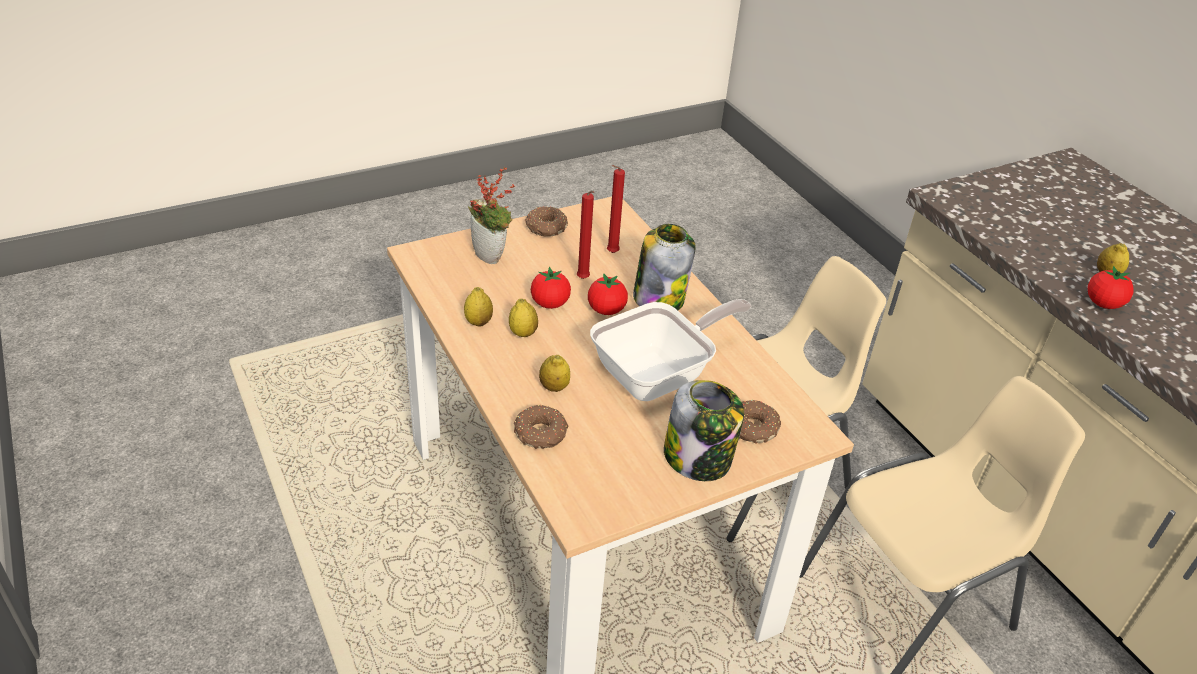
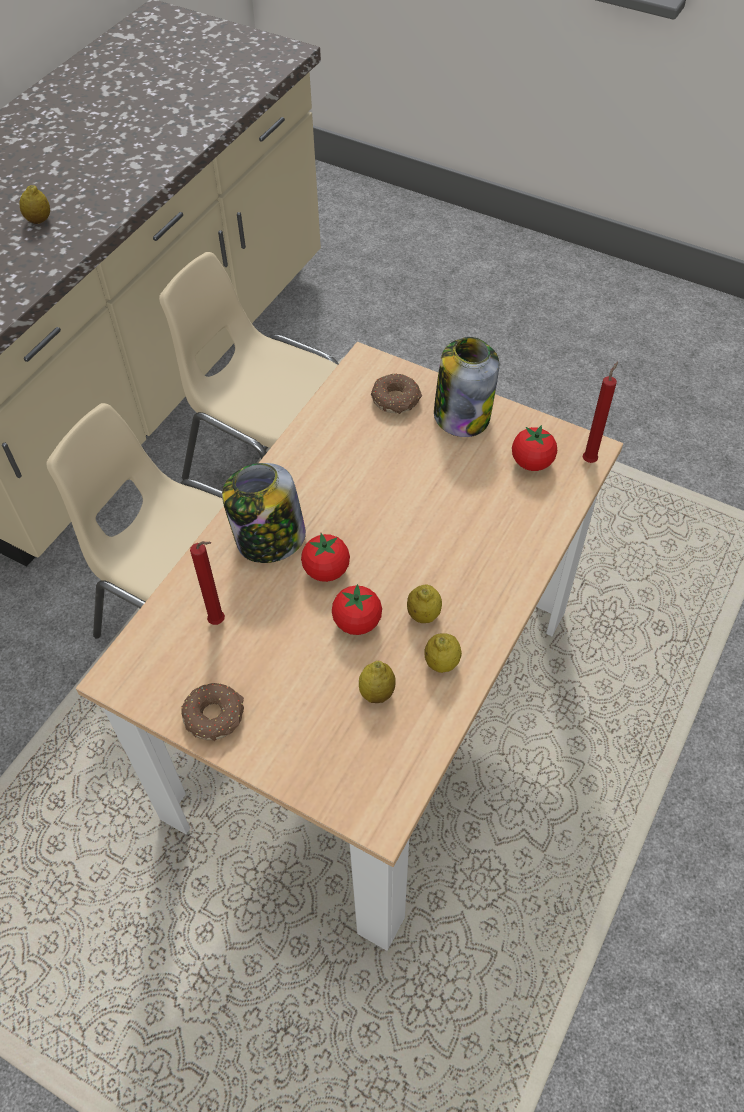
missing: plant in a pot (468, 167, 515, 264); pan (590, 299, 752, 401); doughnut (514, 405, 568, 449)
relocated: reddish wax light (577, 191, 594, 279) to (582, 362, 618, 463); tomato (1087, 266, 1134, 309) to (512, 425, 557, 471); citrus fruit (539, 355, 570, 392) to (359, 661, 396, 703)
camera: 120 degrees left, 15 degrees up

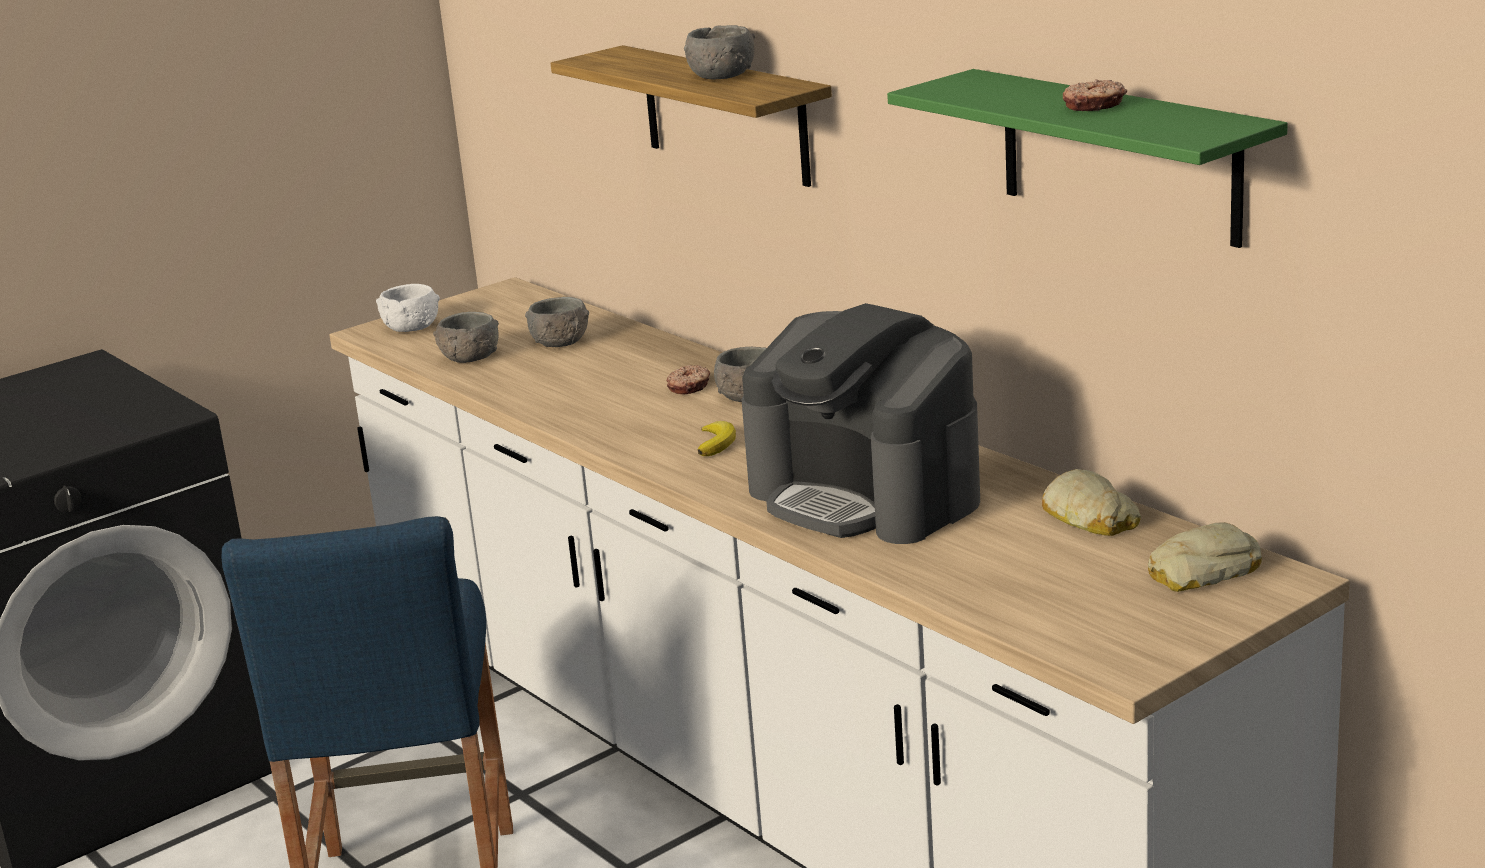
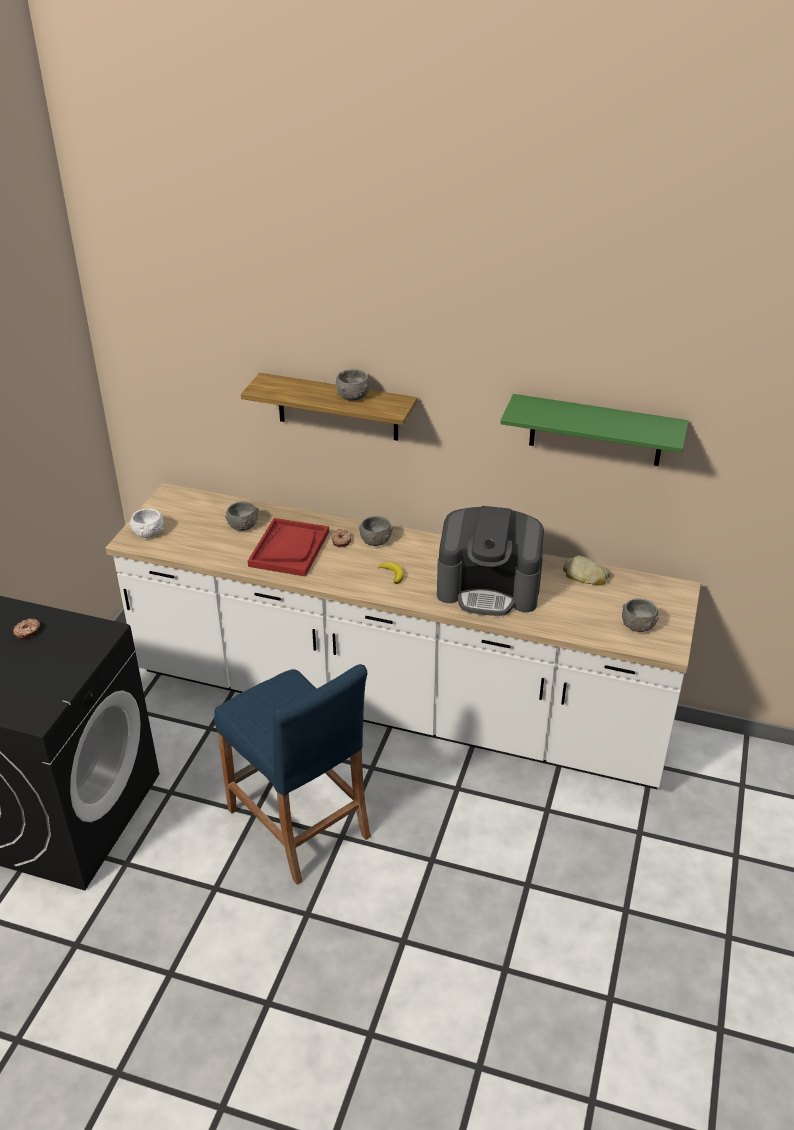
missing: baked bread (1147, 522, 1262, 592)
appeared: reddish serving tray (248, 518, 329, 577)
relocated: doughnut (1063, 79, 1127, 111) to (13, 618, 40, 639); gray deep dish (433, 312, 499, 363) to (622, 598, 659, 632)
camera: 35 degrees left, 15 degrees up

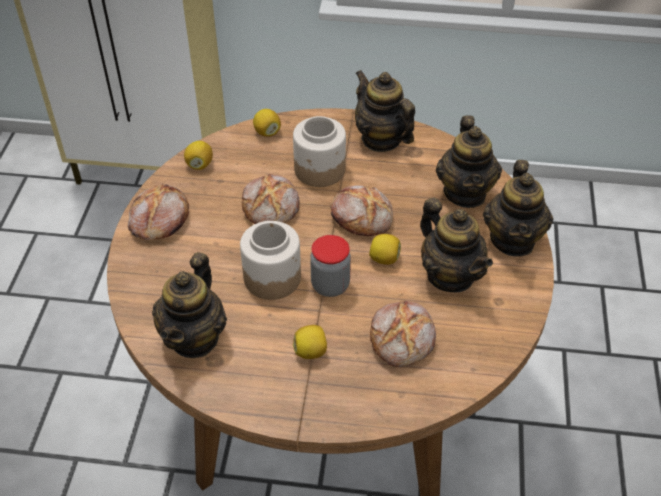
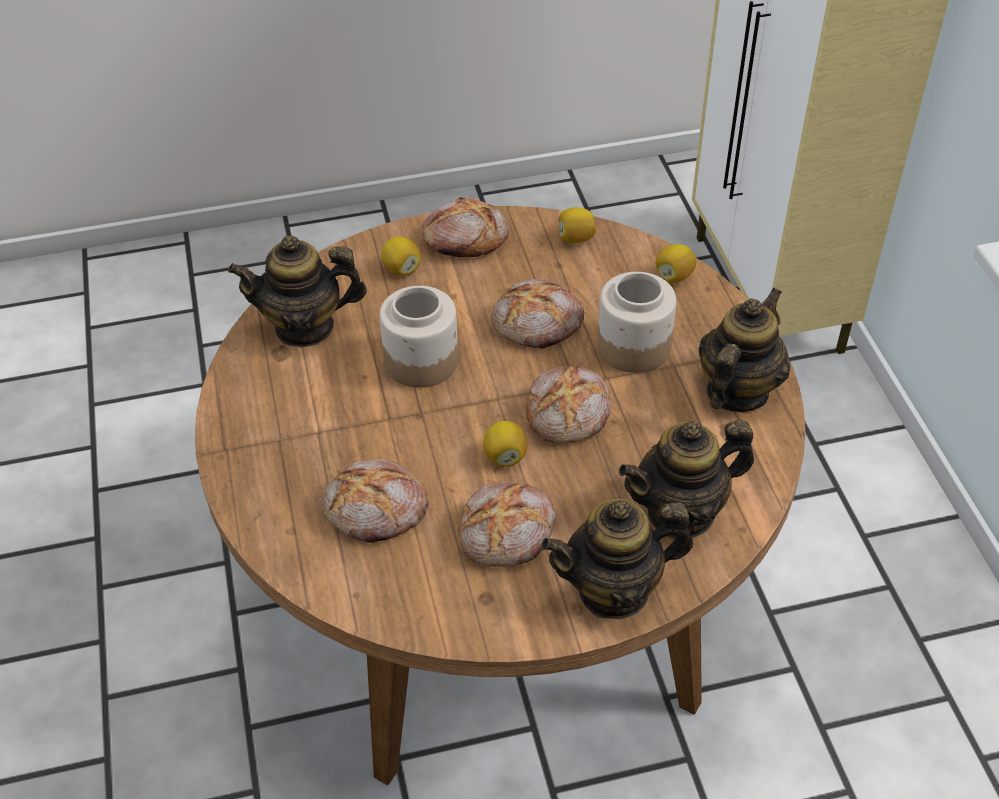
missing: jar (310, 235, 351, 297)
relocated: citrus fruit (293, 325, 327, 359) to (381, 236, 421, 276)
exchanged: tea pot (420, 197, 493, 292) to baked bread (458, 481, 556, 567)
camera: 70 degrees right, 0 degrees up

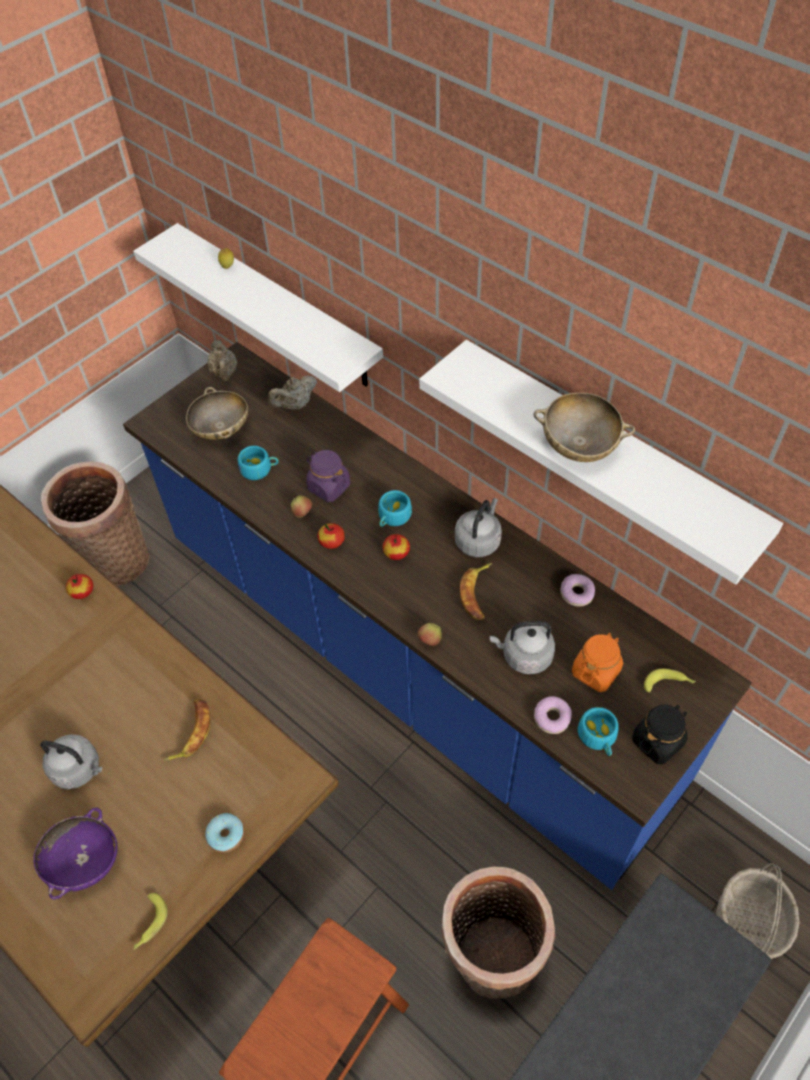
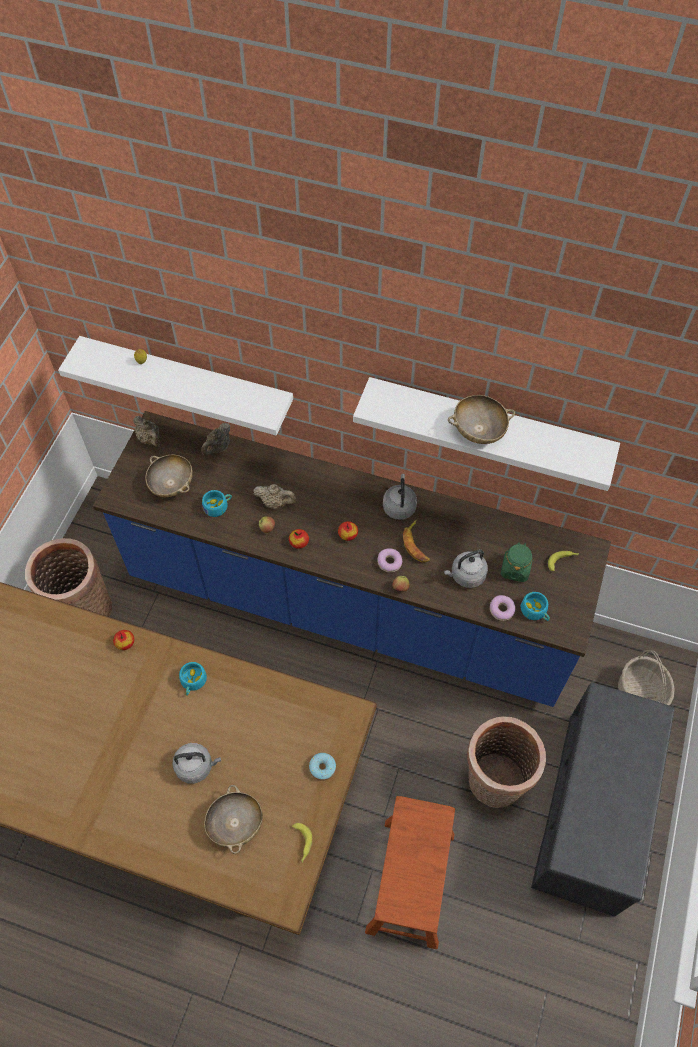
missing: banana (164, 699, 211, 761); blackish jar (632, 705, 688, 764)
relocated: turquoise-coloured drinking cup (378, 490, 412, 527) to (179, 662, 207, 695); doughnut (560, 574, 595, 606) to (377, 548, 402, 572)
exchanged: purple jar (306, 450, 350, 502) to beige tea pot (253, 484, 297, 509)
colour: orange jar (572, 633, 623, 692) to green-coloured jar (501, 542, 533, 582); purple deep dish (33, 807, 118, 899) to beige deep dish (204, 785, 263, 854)
camera: 25 degrees left, 5 degrees up

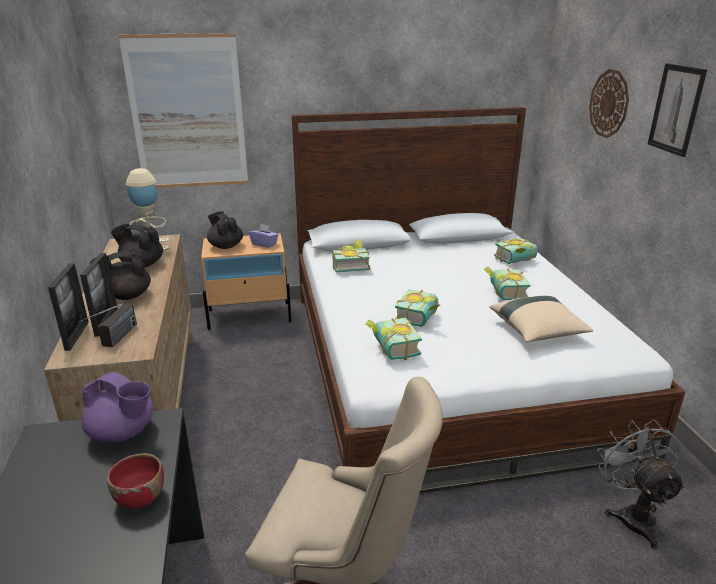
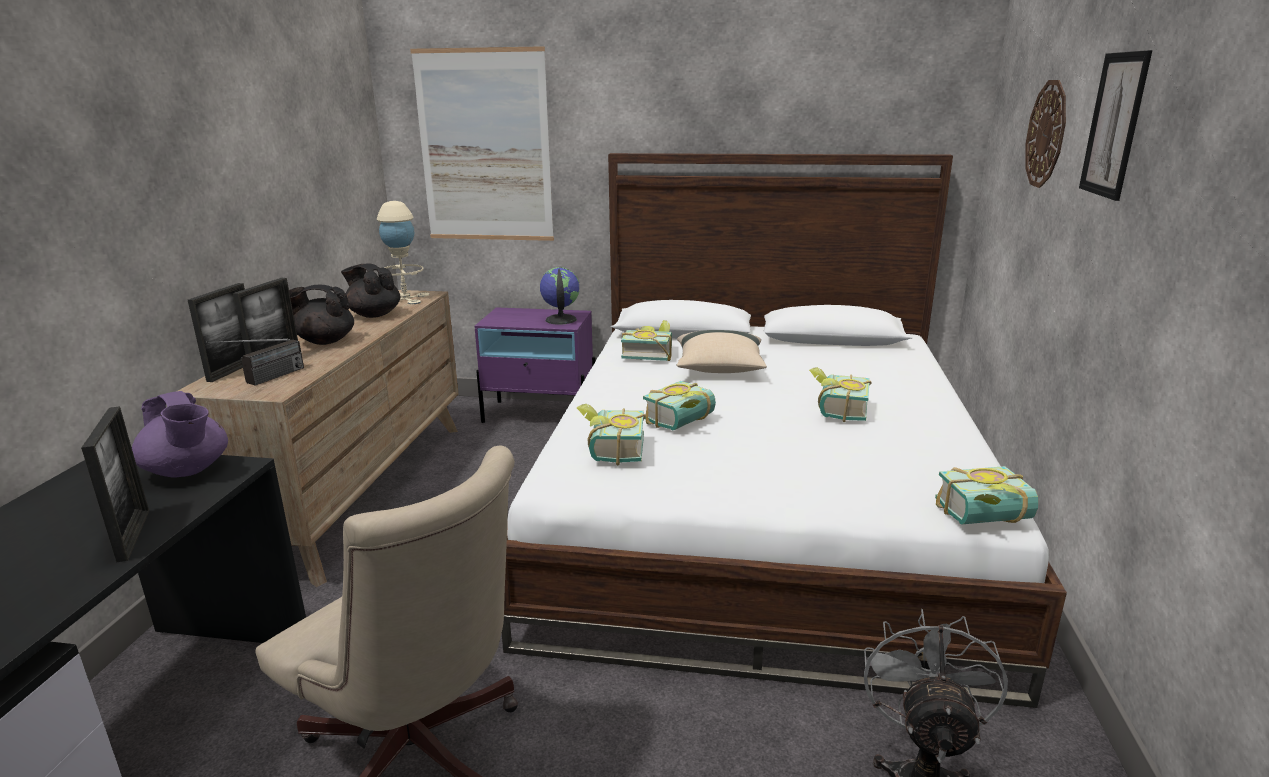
missing: blackish tea pot (207, 211, 243, 249)
relocated: bound book (494, 238, 537, 264) to (935, 466, 1038, 524); beige cushion (490, 295, 593, 342) to (677, 330, 767, 373)
exchanged: purple box of tissues (249, 224, 278, 248) to desk globe (540, 267, 579, 325); reddish deep dish (107, 453, 164, 509) to standing frame (81, 406, 149, 563)
colour: beige nightstand (201, 233, 291, 330) to purple nightstand (475, 307, 595, 423)
camera: 20 degrees right, 5 degrees down

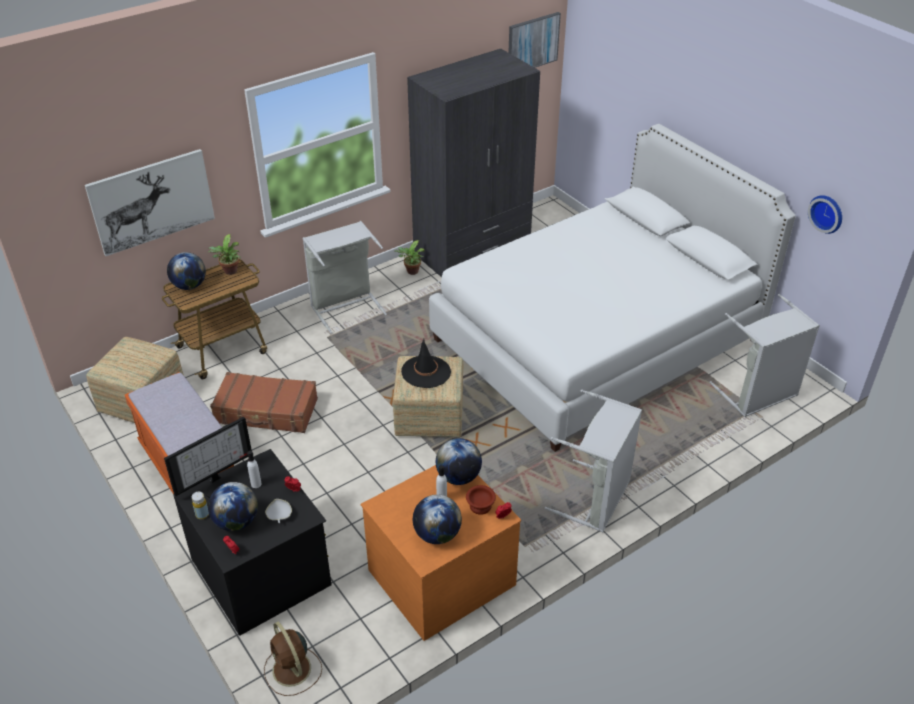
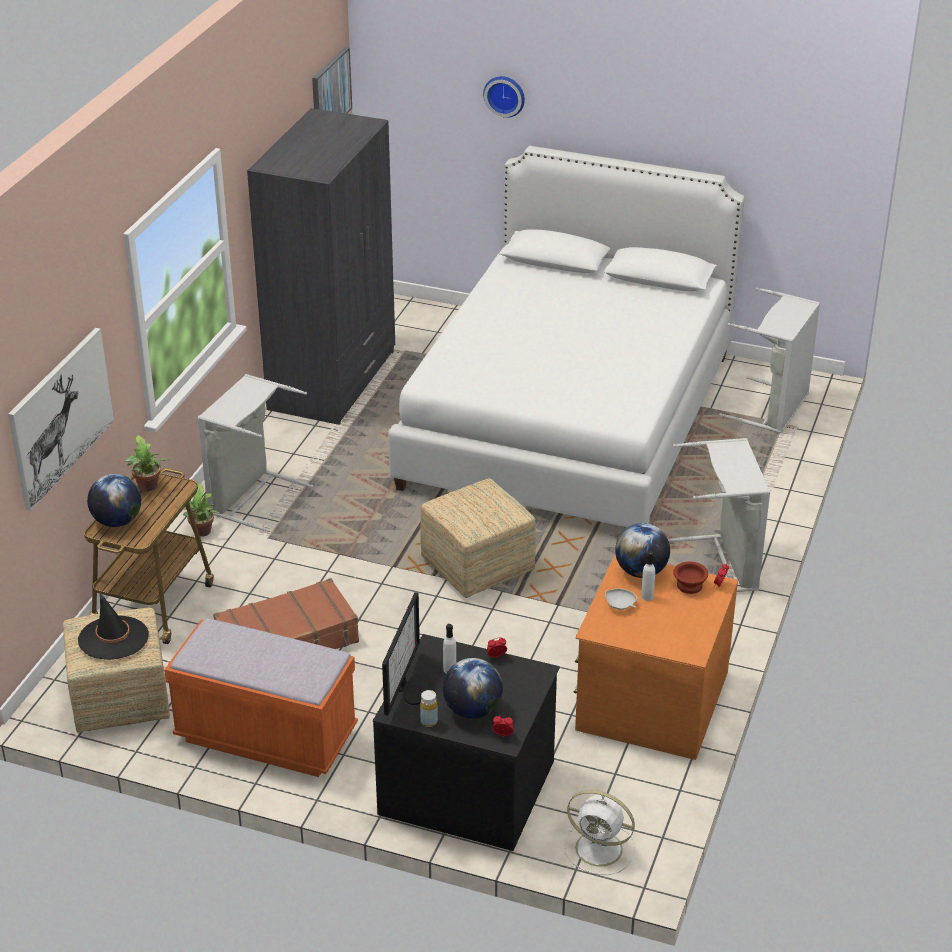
missing: desk globe (413, 494, 462, 544)
relocated: clock on the wall (808, 196, 842, 234) to (483, 76, 525, 118); plant in a pot (395, 240, 424, 275) to (183, 484, 220, 537); blackish clothing hat (401, 339, 451, 388) to (78, 593, 149, 660); white-coloured deep dish (265, 499, 292, 523) to (605, 588, 637, 610)
colour: brown cooling fan (264, 622, 322, 696) to white-coloured cooling fan (565, 790, 635, 875)
camera: 35 degrees left, 5 degrees down

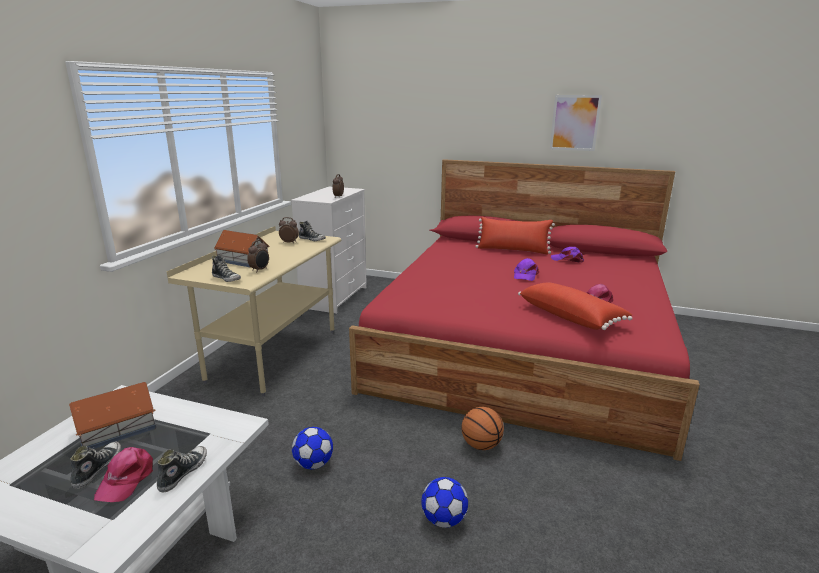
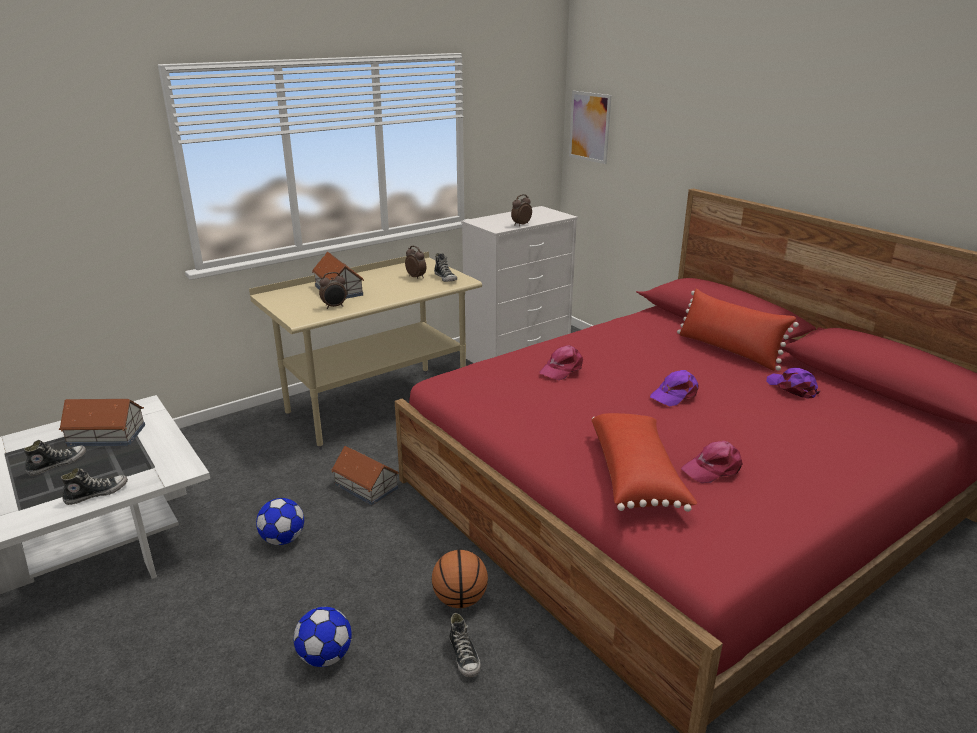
appeared: miniature house (331, 446, 399, 505)
relocated: picture (550, 95, 602, 151) to (569, 91, 611, 164); shoe (212, 255, 241, 282) to (449, 613, 481, 677); pink peaked cap (94, 447, 153, 502) to (539, 345, 583, 380)
camera: 35 degrees right, 5 degrees up

